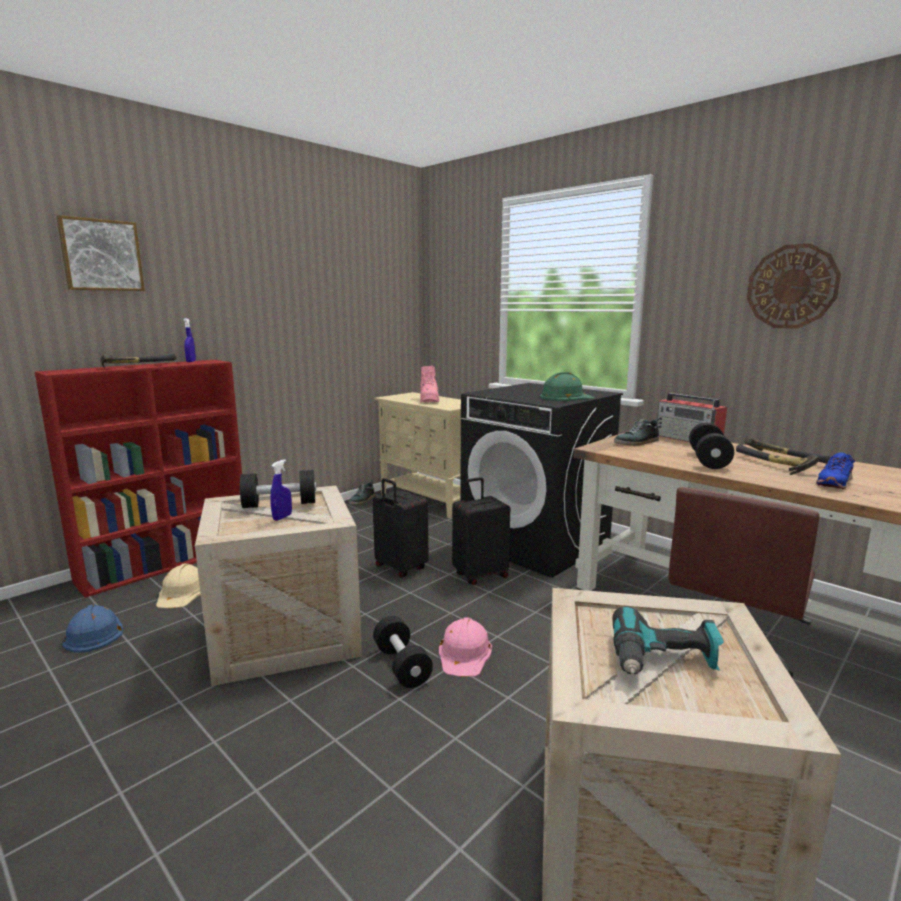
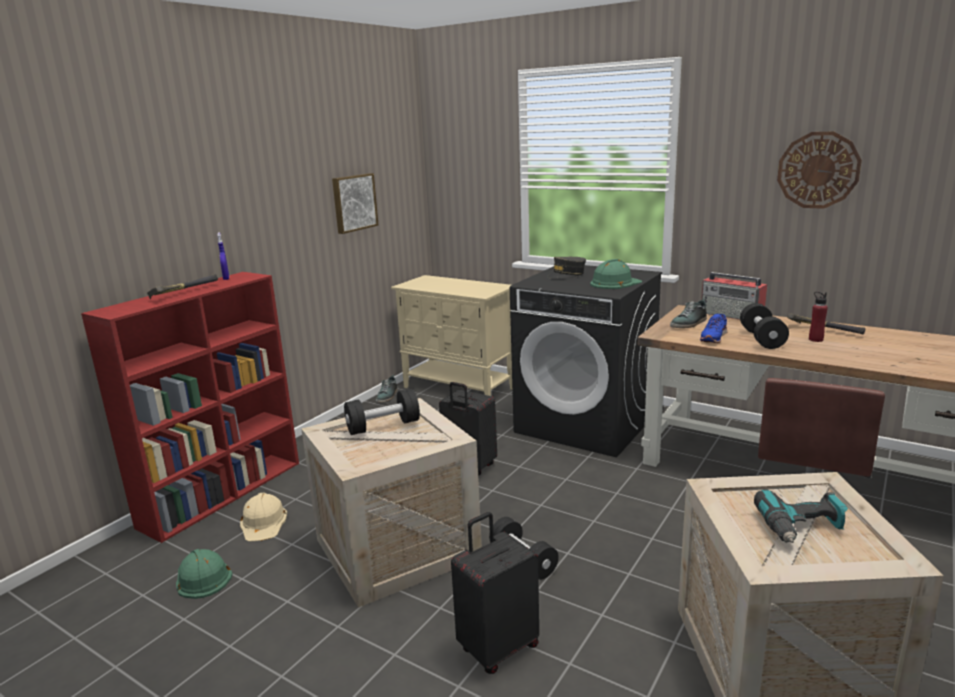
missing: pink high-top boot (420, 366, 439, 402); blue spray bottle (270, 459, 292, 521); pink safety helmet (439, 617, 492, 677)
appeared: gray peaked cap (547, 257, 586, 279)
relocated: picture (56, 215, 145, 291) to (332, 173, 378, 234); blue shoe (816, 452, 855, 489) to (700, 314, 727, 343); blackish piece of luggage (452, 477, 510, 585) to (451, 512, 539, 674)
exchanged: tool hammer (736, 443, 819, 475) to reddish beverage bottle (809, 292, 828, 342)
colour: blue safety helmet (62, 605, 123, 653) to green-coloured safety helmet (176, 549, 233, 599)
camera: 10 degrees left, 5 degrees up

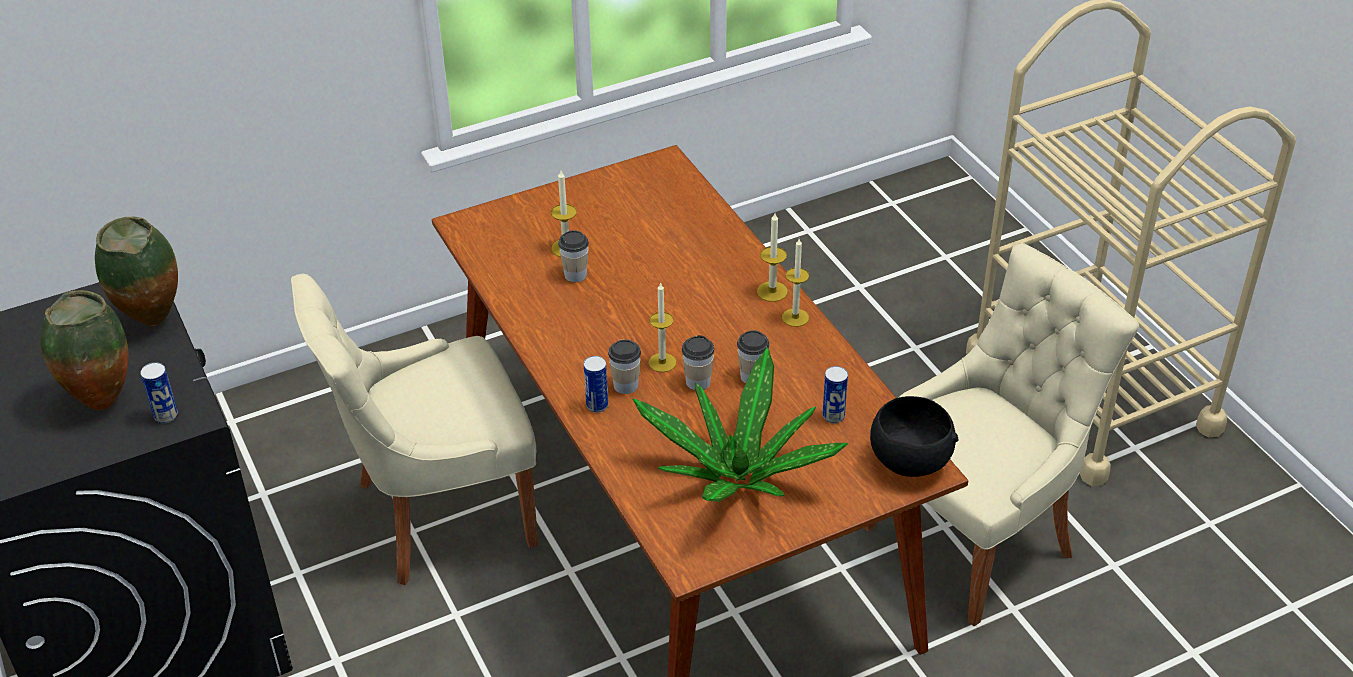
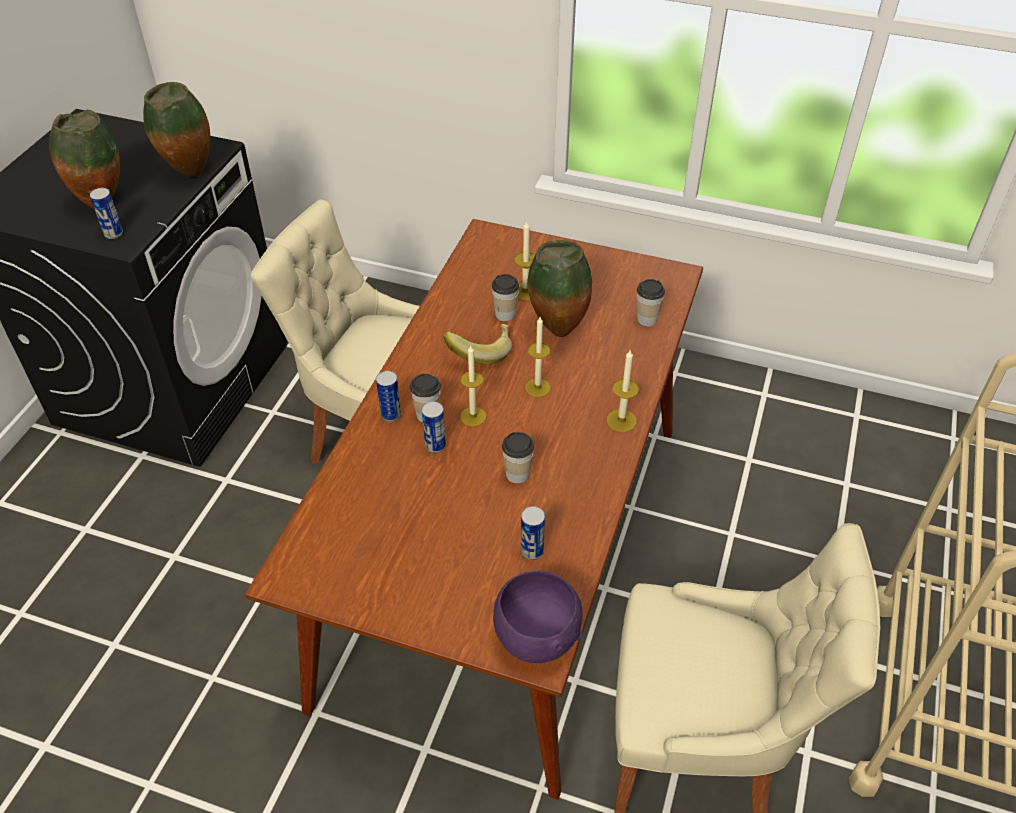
missing: plant in a pot (633, 347, 848, 502)
appeared: flower vase (527, 240, 592, 337); banana (444, 324, 512, 364); metal can (422, 402, 446, 453)
relocated: wax light (782, 239, 809, 327) to (525, 317, 551, 397); drinking cup (682, 335, 714, 390) to (637, 279, 665, 327)
colour: blackish deep dish (870, 396, 959, 477) to purple deep dish (493, 570, 583, 663)
camera: 45 degrees right, 5 degrees up

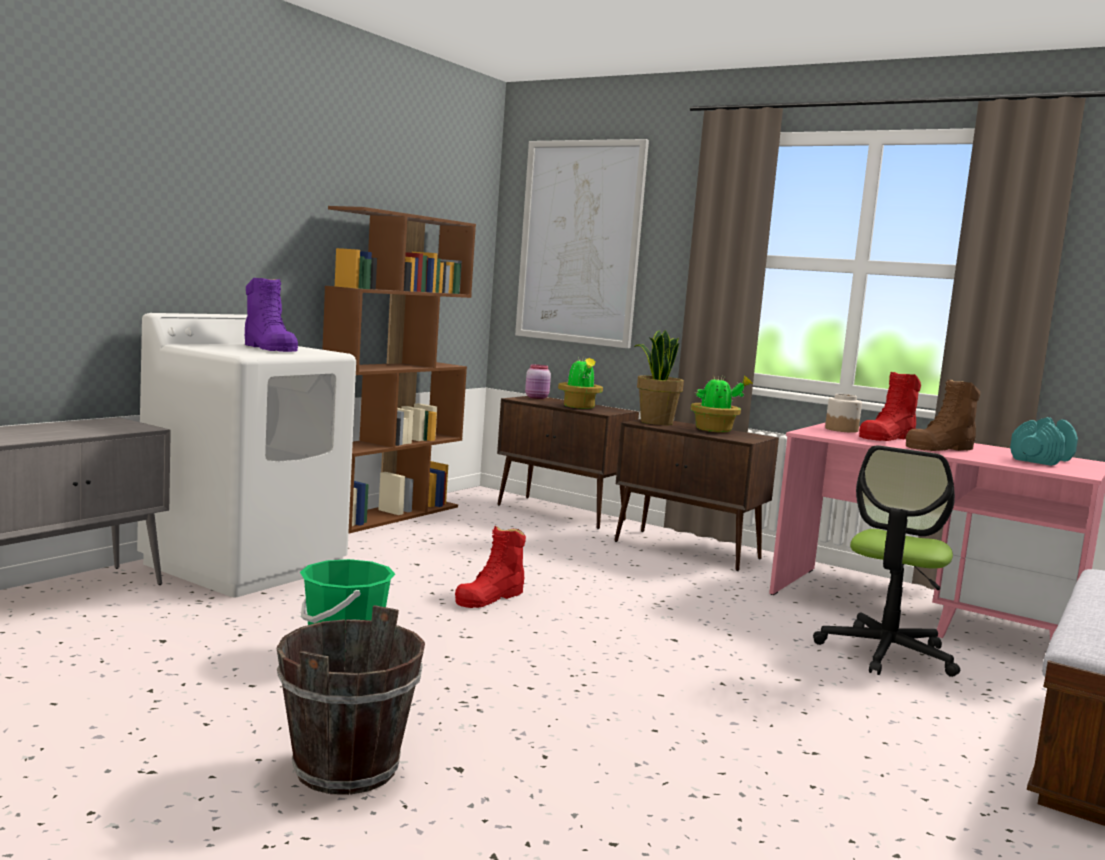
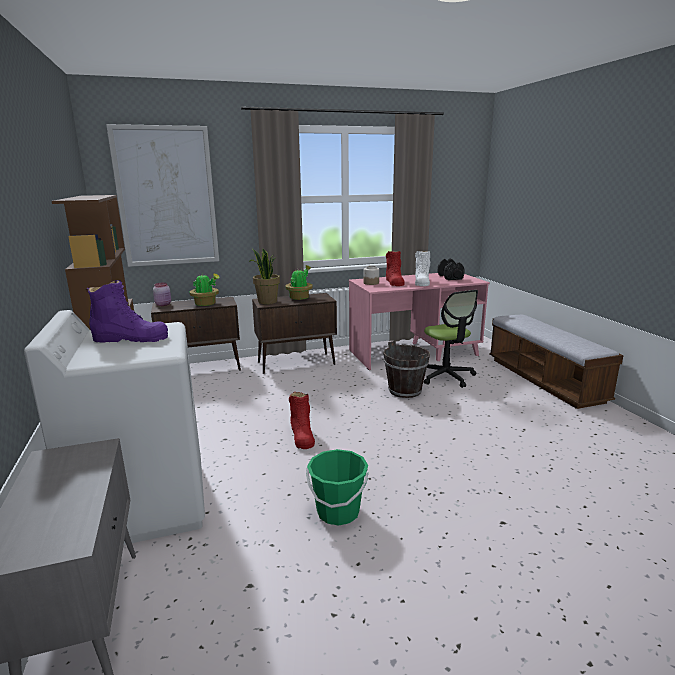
relocated: brown pail (277, 605, 425, 795) to (383, 341, 430, 398)
colour: brown high-top boot (906, 379, 980, 451) to white-coloured high-top boot (415, 251, 430, 286); turquoise-coloured hand weight (1010, 417, 1078, 466) to blackish hand weight (437, 259, 465, 280)
camera: 50 degrees left, 10 degrees up

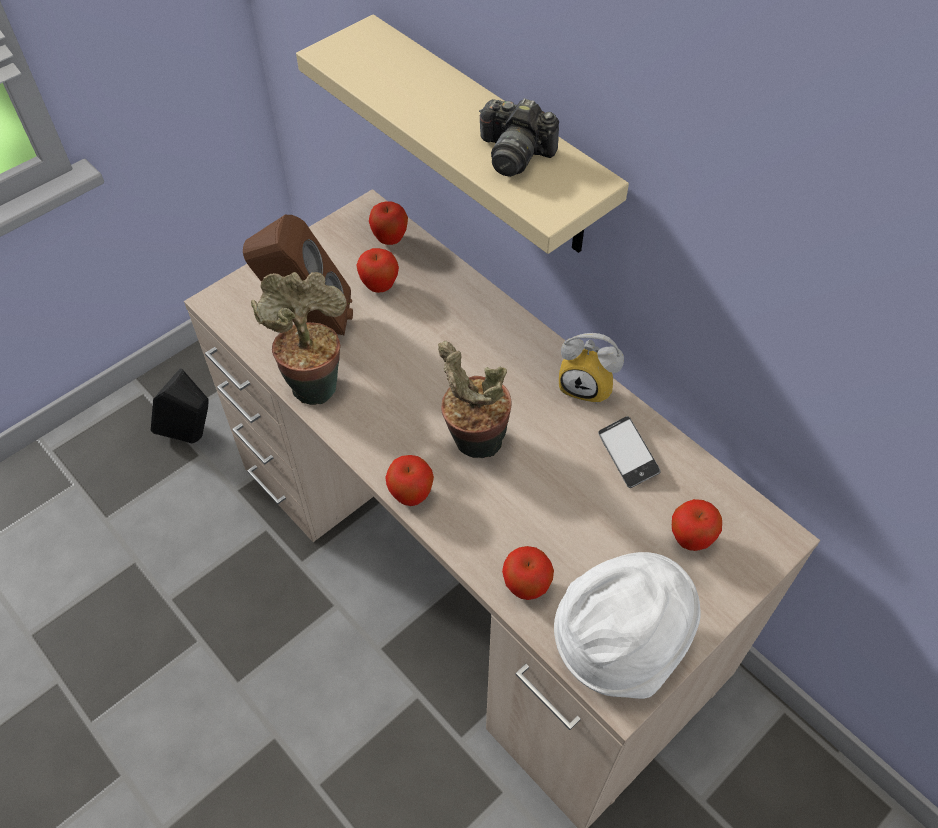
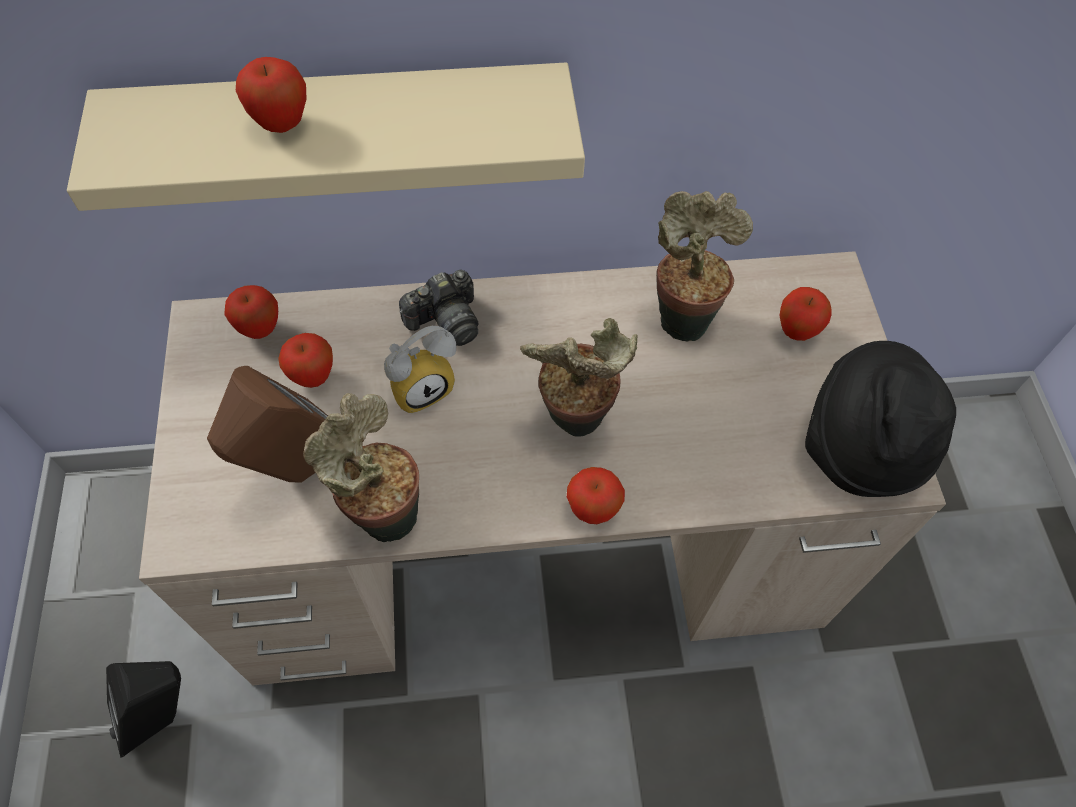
relocated: photo camera (479, 98, 559, 177) to (399, 270, 479, 346); bedside clock (559, 333, 624, 404) to (384, 326, 456, 414); whole apple (502, 546, 554, 600) to (236, 57, 306, 133)
exchanged: handset (598, 416, 661, 488) to plant in a pot (657, 191, 753, 341)
colour: white-coloured clothing hat (554, 552, 701, 699) to blackish clothing hat (805, 341, 956, 497)
camera: 55 degrees left, 5 degrees up

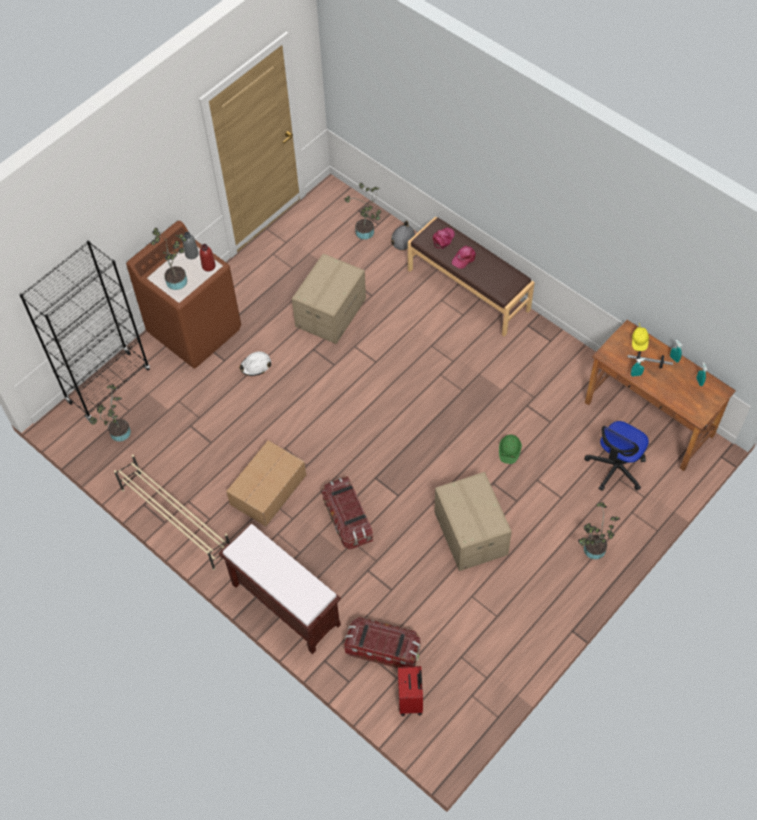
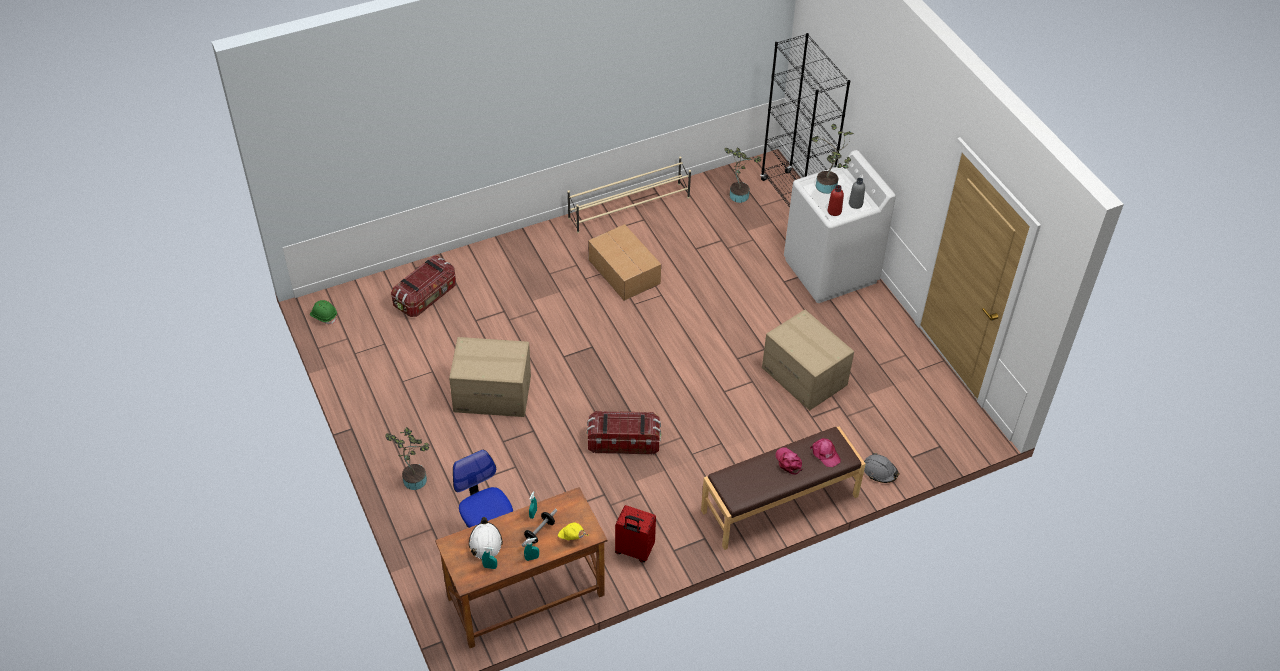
missing: plant in a pot (344, 183, 381, 240); brown long seat (219, 523, 341, 654)
relocated: white-coloured safety helmet (239, 351, 271, 376) to (469, 517, 502, 559); green-coloured safety helmet (499, 435, 522, 464) to (310, 300, 337, 324); storage box (321, 476, 373, 549) to (587, 411, 661, 454); reddish piece of luggage (398, 666, 423, 716) to (615, 505, 656, 562)
colour: brown washing machine (126, 221, 241, 369) to white-coloured washing machine (784, 150, 896, 303)
camera: 110 degrees right, 10 degrees down

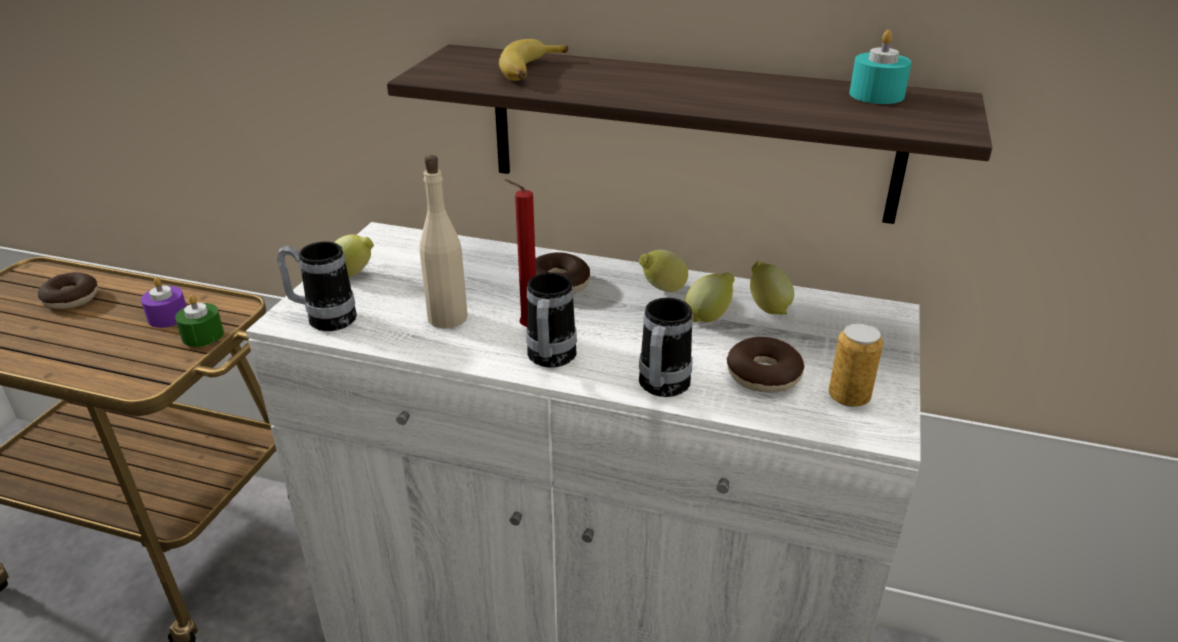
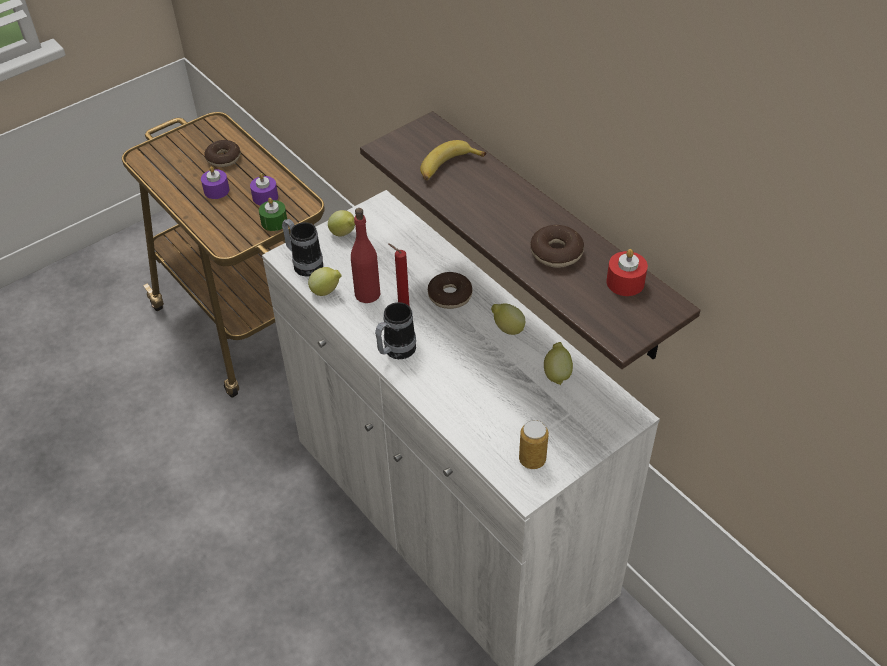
missing: tea mug (639, 298, 693, 397)
appeared: purple wax light (201, 166, 230, 199)
relocated: citrus fruit (685, 272, 735, 322) to (308, 267, 341, 296); doughnut (727, 337, 804, 393) to (530, 225, 584, 268)
colour: turquoise-coloured wax light (850, 30, 912, 104) to reddish wax light (606, 249, 648, 296); beige beverage bottle (419, 155, 468, 329) to reddish beverage bottle (351, 208, 380, 303)
camera: 35 degrees right, 15 degrees up

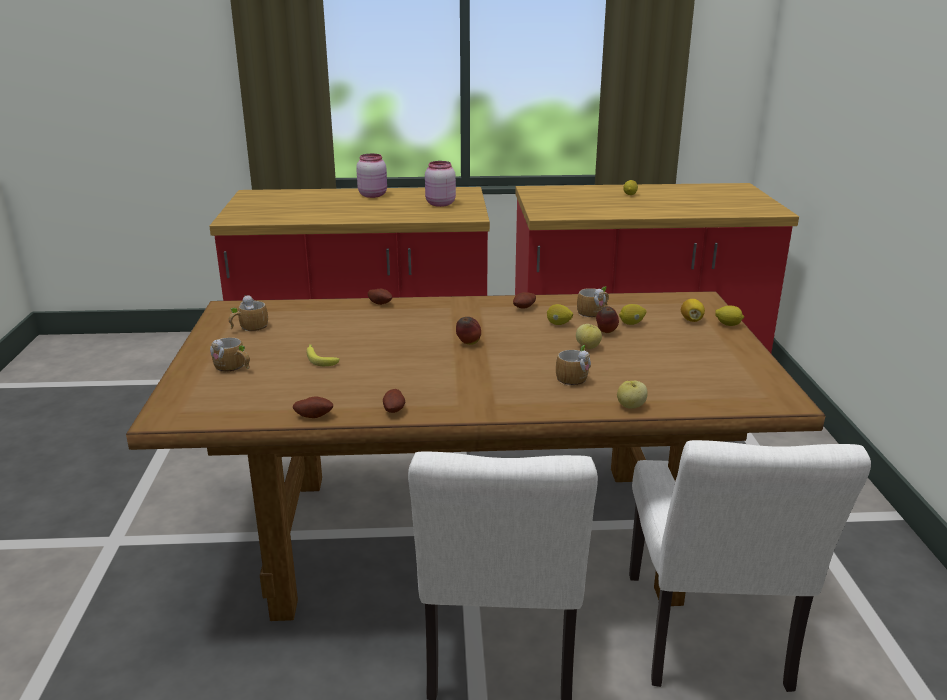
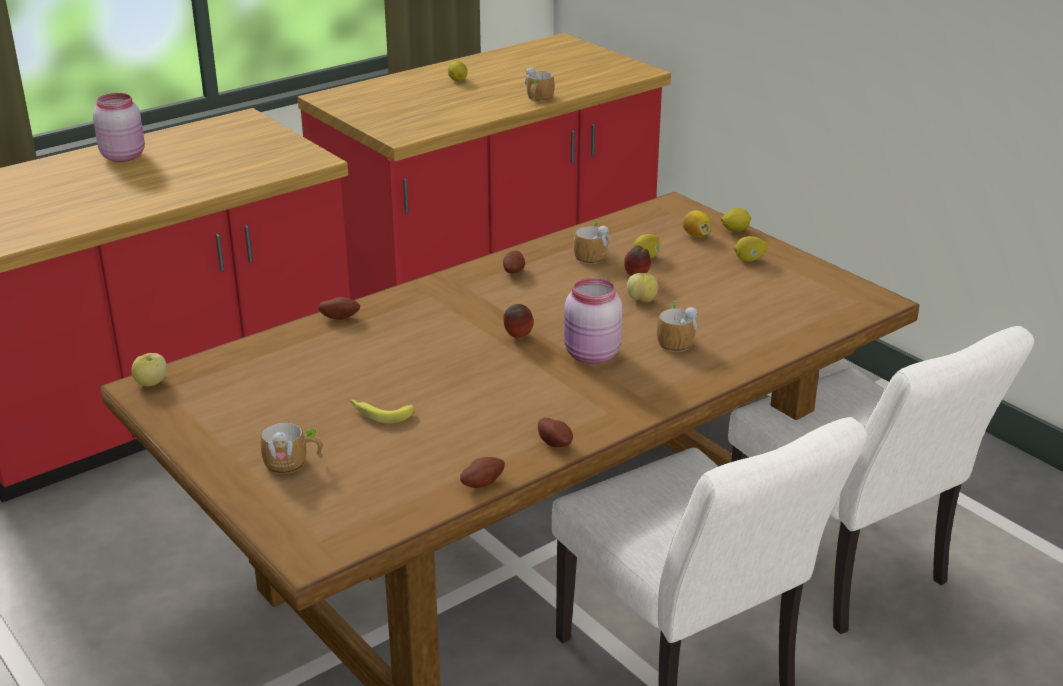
relocated: pink jar (425, 161, 456, 207) to (564, 278, 622, 364); tea mug (228, 295, 268, 332) to (525, 67, 555, 101); citrus fruit (547, 304, 573, 325) to (734, 236, 768, 261); whole apple (617, 381, 647, 409) to (131, 353, 167, 387)
camera: 35 degrees left, 5 degrees up

